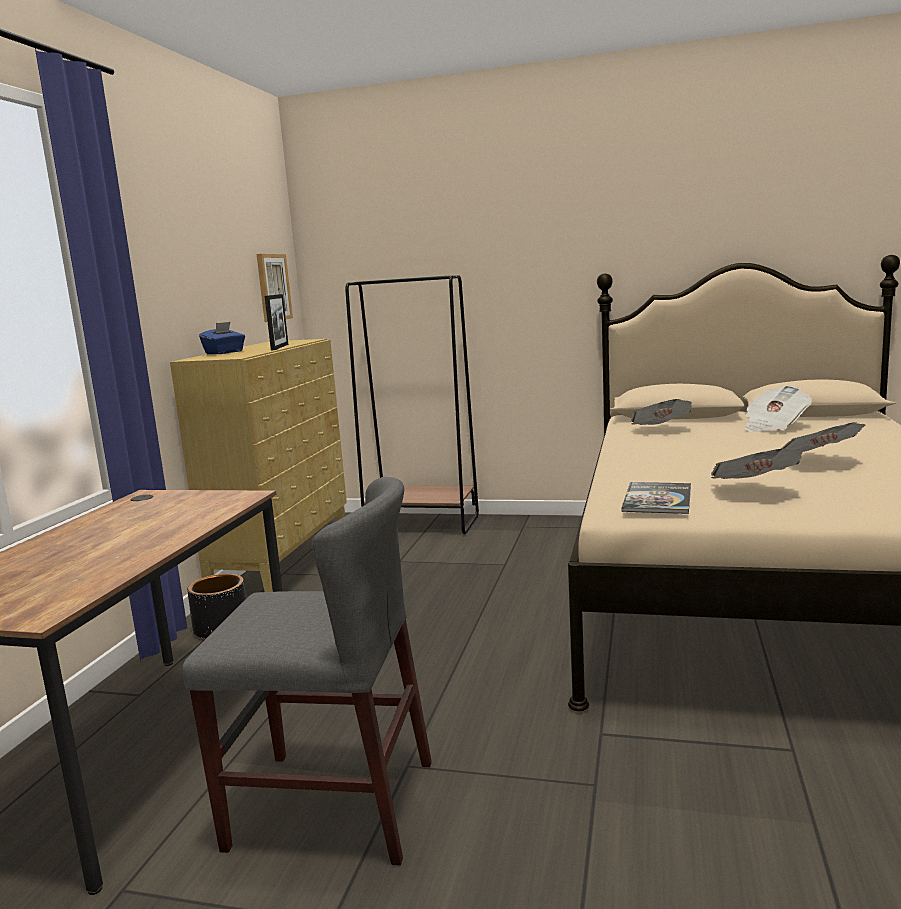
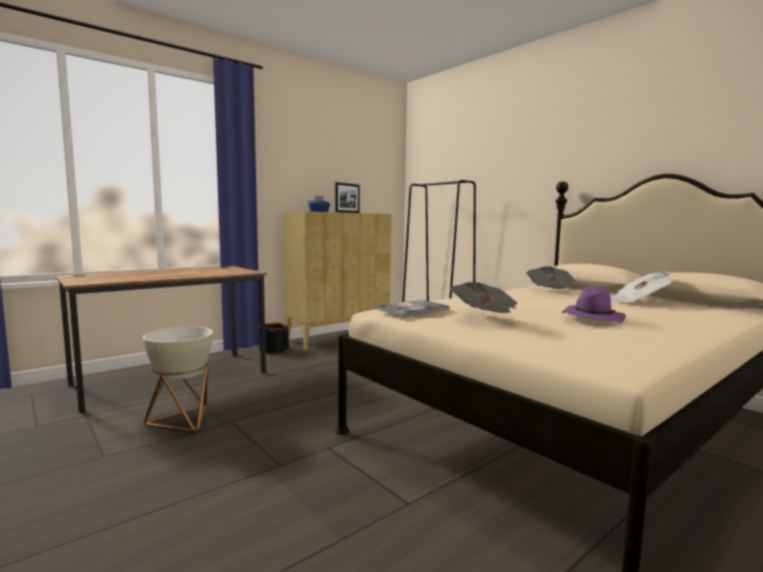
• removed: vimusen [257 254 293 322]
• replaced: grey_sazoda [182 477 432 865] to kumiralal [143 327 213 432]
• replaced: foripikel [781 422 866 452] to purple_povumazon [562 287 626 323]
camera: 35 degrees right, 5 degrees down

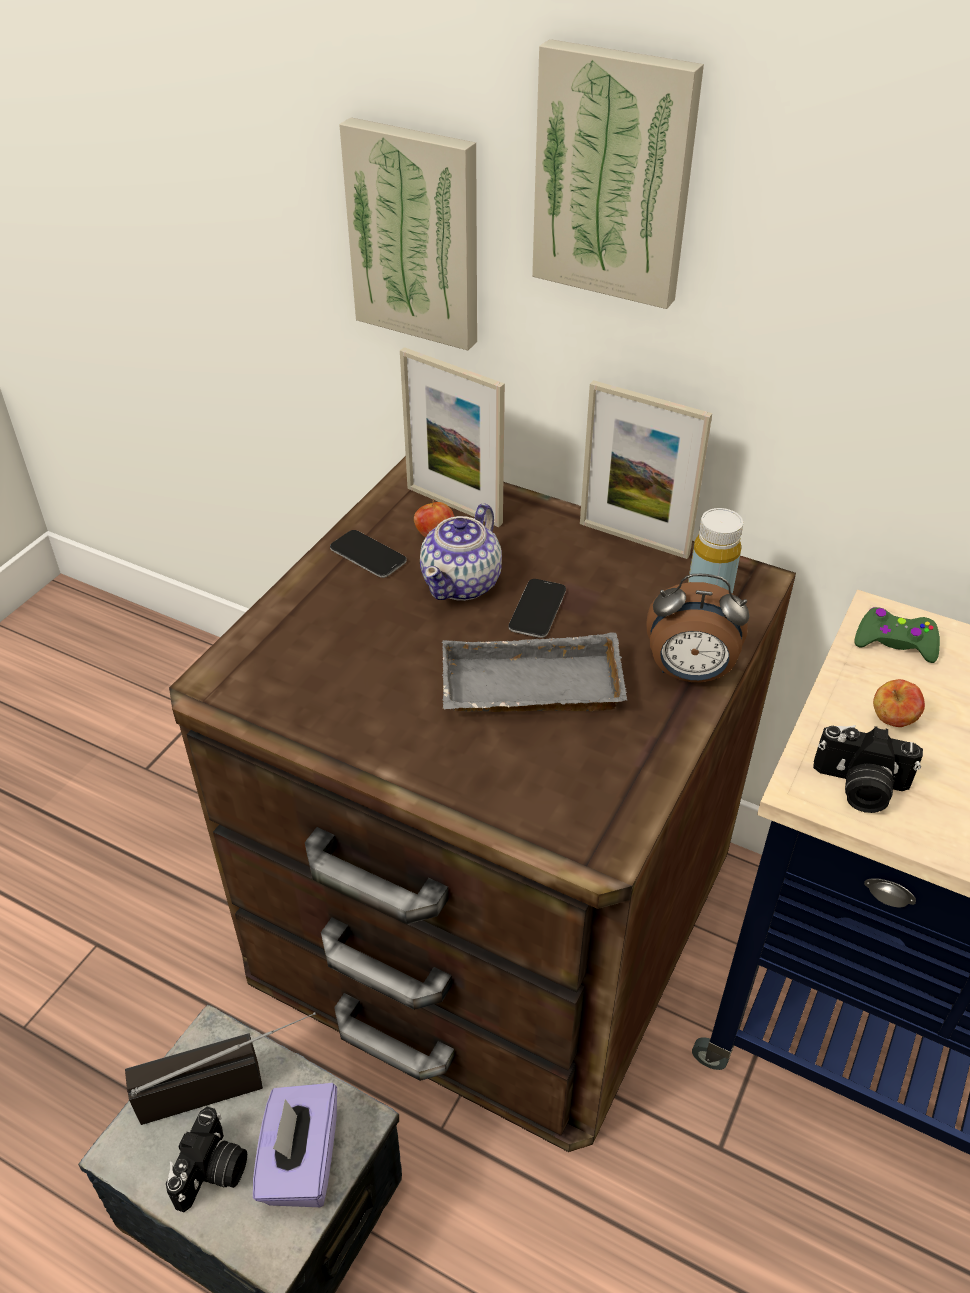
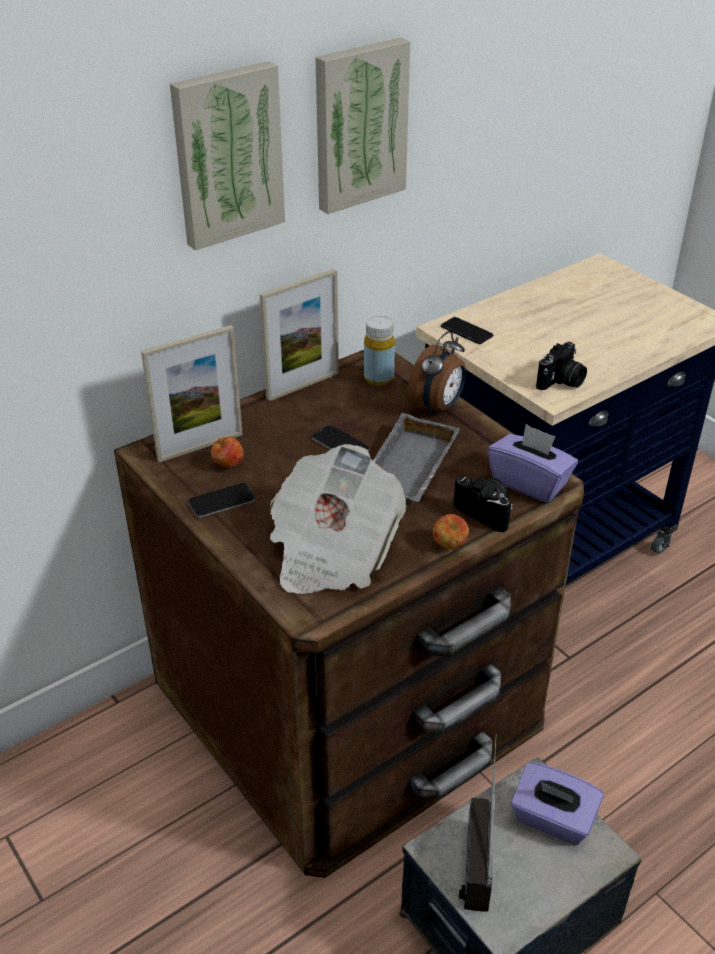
• removed: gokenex [420 504 502 601]
• added: foripikel [269 444 406 594]
• added: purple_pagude [488 424 578 503]
• moved: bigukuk [166 1107 247 1212] to [453 476 513 532]
• moved: vimusen [339 117 477 350] to [315 38 410 214]
• moved: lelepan [873 679 925 727] to [433 514 469 549]
• replaced: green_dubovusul [854 607 940 663] to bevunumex [441 317 493 344]
camera: 65 degrees left, 5 degrees down

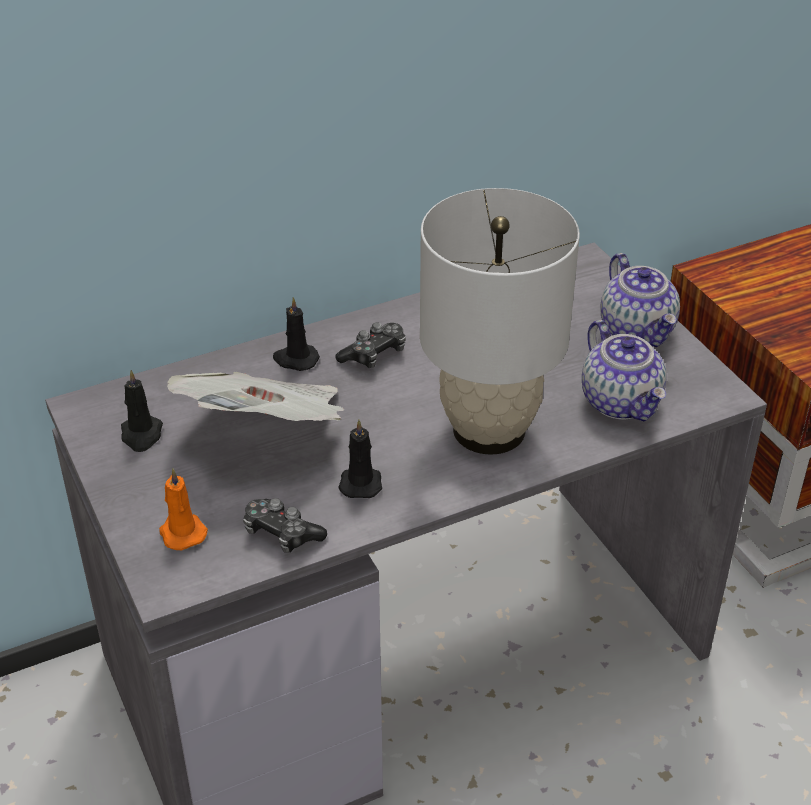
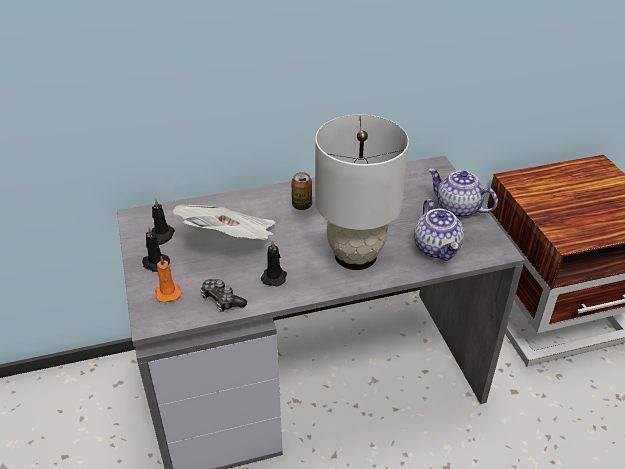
• moved: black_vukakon [273 297 320 371] to [142 227 170 272]
• replaced: dubovusul [336 323 406 368] to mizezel [291 172 312 210]
• turned: gokenex [601 253 680 347] = [428 168 498 218] 135 degrees clockwise
camera: 10 degrees right, 0 degrees up

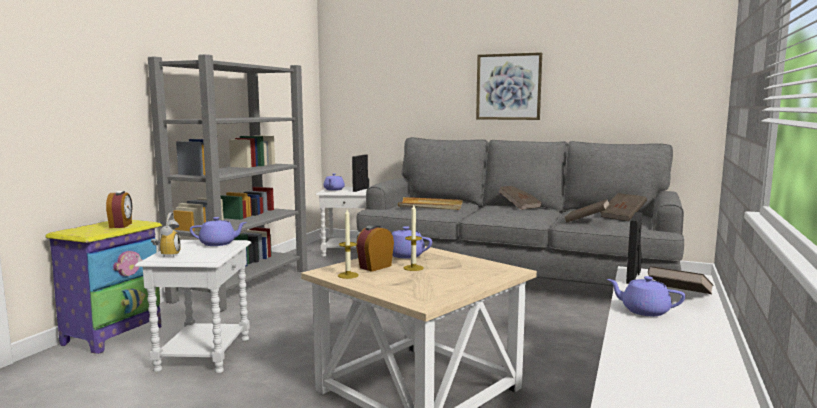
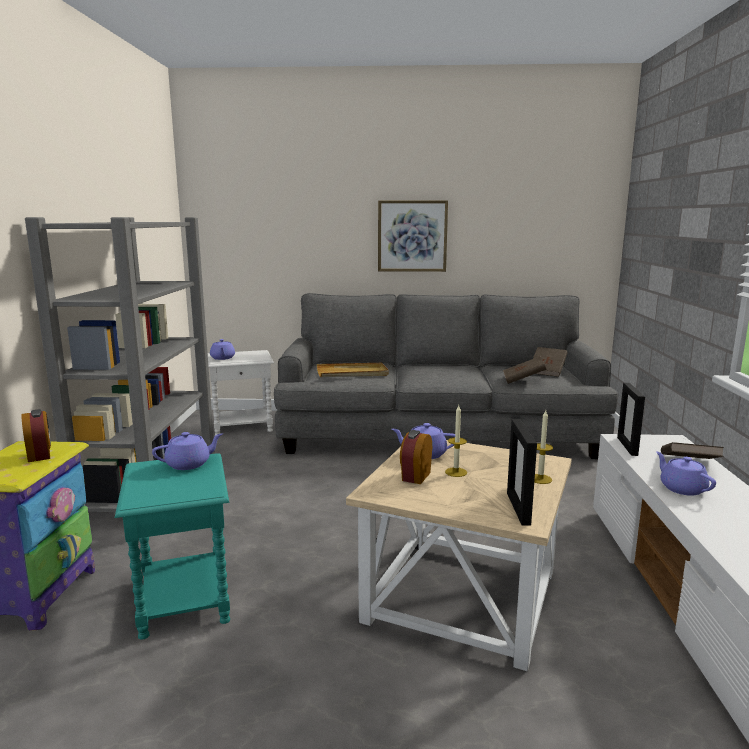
• removed: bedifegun [151 212 181 257]
• removed: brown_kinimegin [498 186 542 210]
• moved: vukakon [338 209 359 279] to [534 411 553 484]
• moved: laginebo [352 154 369 192] to [507 419 537 525]
• recoloured: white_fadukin [135 240 251 373] to turquoise_fadukin [115 453 230 640]
• turned: purple_gokenex [607 276 685 316] = [656 451 716 496] 60 degrees clockwise
camera: 20 degrees left, 5 degrees up

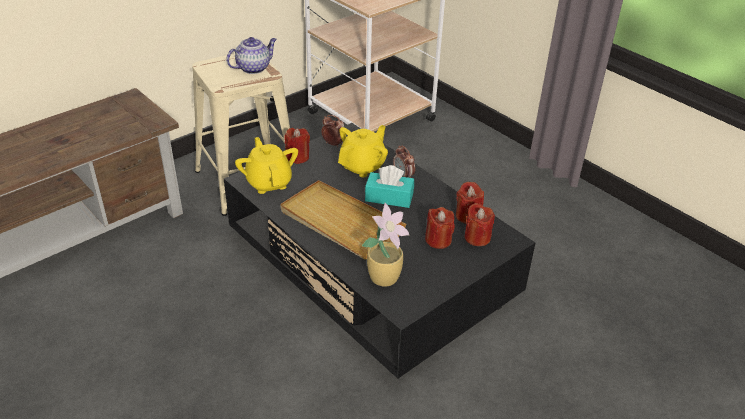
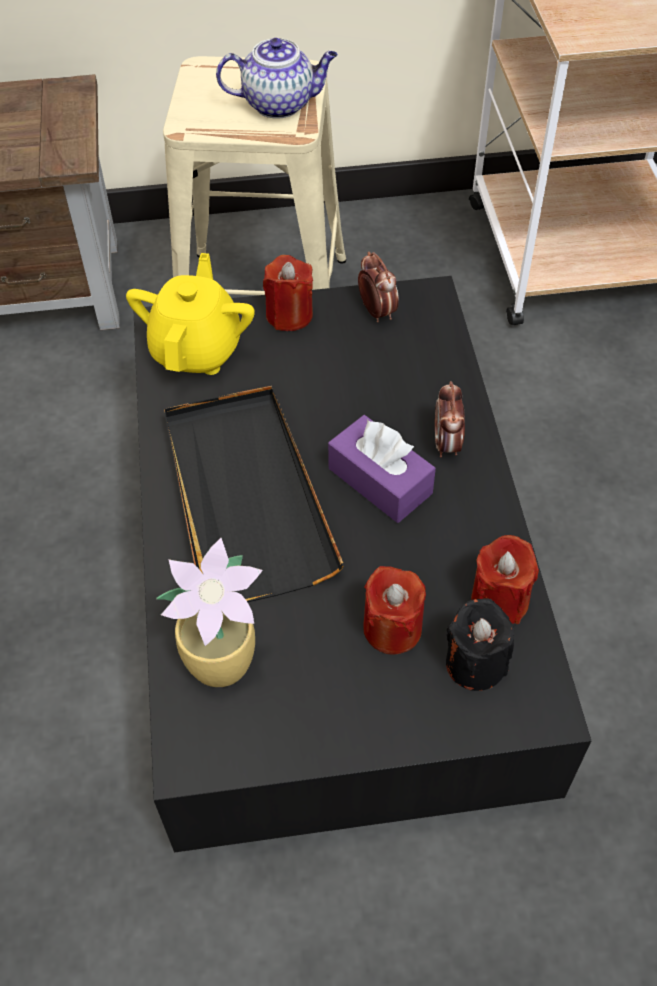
• removed: yellow_gokenex [338 125 388 178]
• recoloured: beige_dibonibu [280 180 406 260] to black_dibonibu [164 386 344 602]
• recoloured: turquoise_pagude [365 165 414 208] to purple_pagude [328 415 436 523]
• recoloured: red_vukakon [464 203 495 246] to black_vukakon [446 599 514 691]
camera: 35 degrees right, 15 degrees up

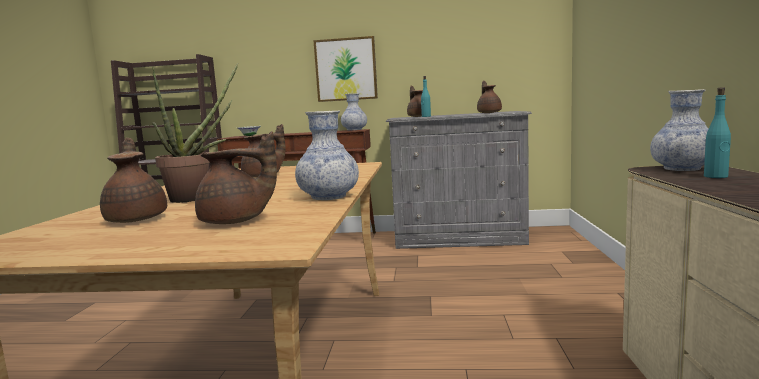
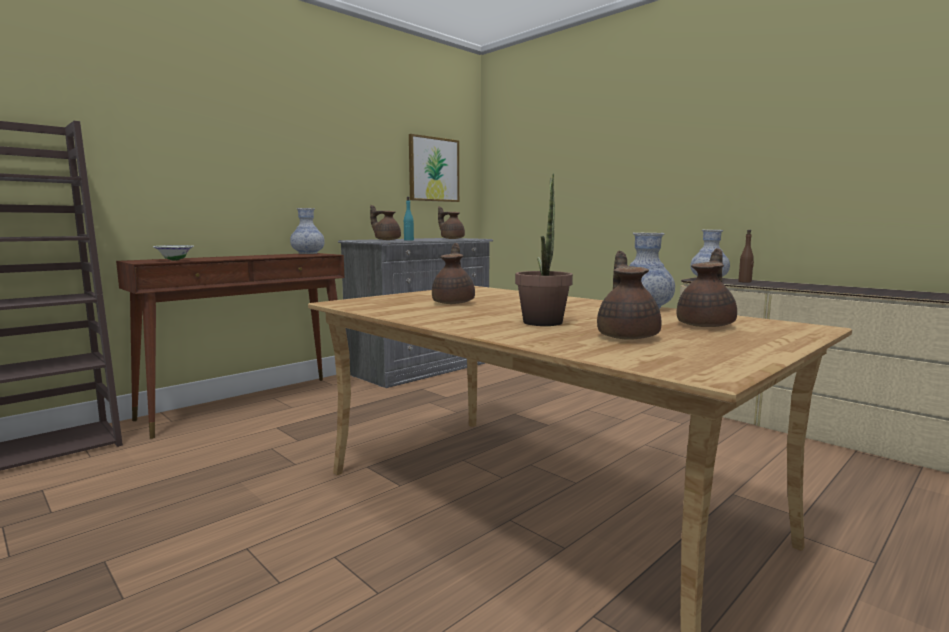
• moved: vimusen [313 36 378 102] to [409 134 459 202]
• recoloured: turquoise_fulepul [704 87 731 178] to brown_fulepul [738 230 754 283]
• turned: brown_gokenex [100 138 167 223] = [597 251 661 340] 75 degrees clockwise
camera: 50 degrees left, 0 degrees up

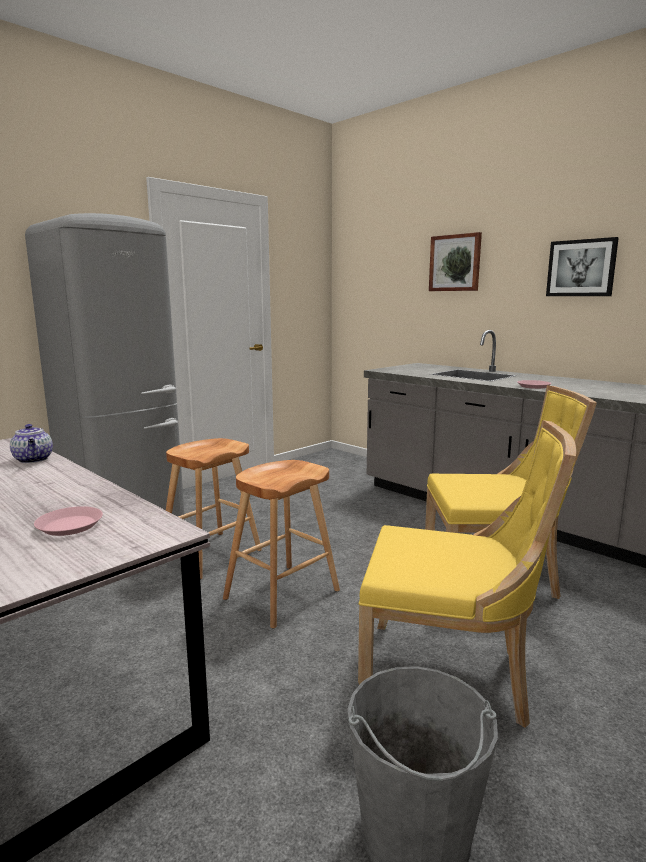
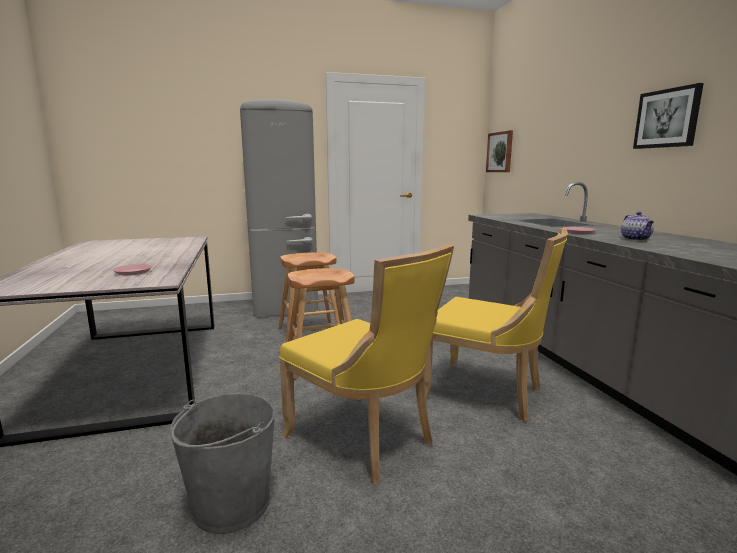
• moved: gokenex [10 424 53 463] to [621 212 654 241]
• moved: vimusen [429 232 482 291] to [486 130 513 172]
camera: 30 degrees right, 0 degrees up

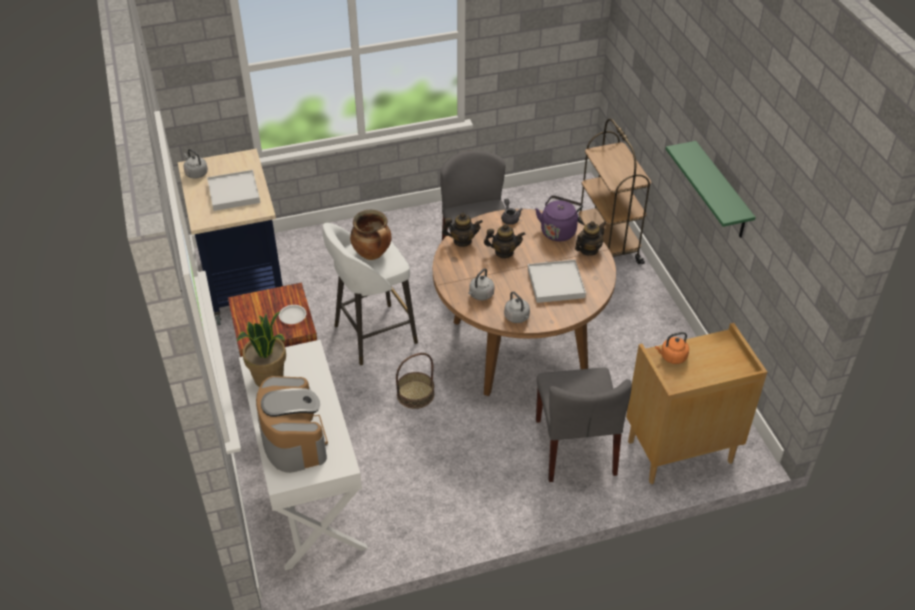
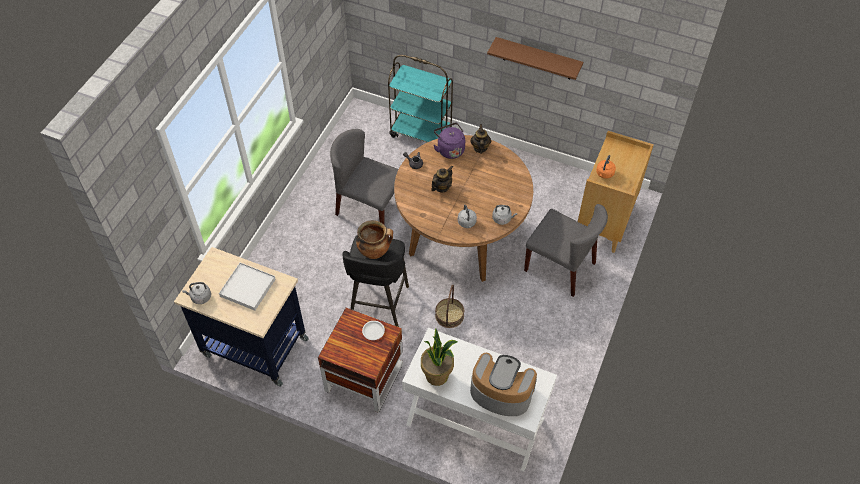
• removed: gokenex [442 213 483 247]
• removed: white_dibonibu [528 260 586 303]
• recoloured: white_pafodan [323 223 418 365] to black_pafodan [343 235 409 327]
• recoloured: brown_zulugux [578 119 652 264] to turquoise_zulugux [388 55 453 142]
• recoloured: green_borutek [666 141 756 238] to brown_borutek [487 37 583 80]
camera: 50 degrees left, 10 degrees up

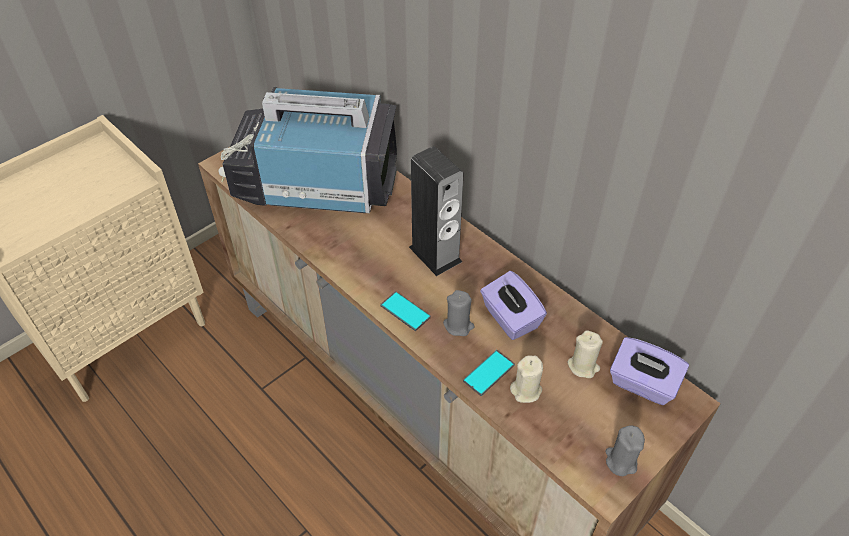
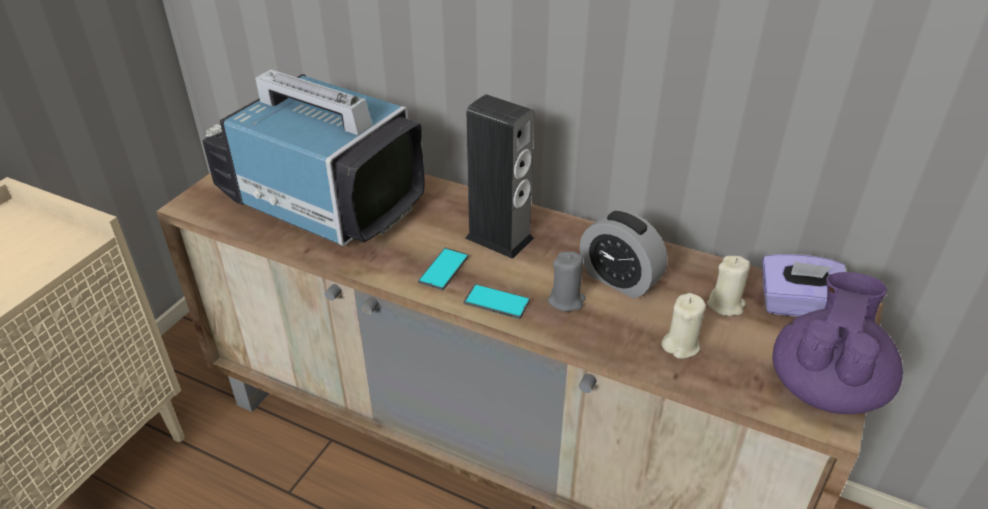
• moved: bevunumex [463 350 515 396] to [418 248 469 290]
• replaced: purple_pagude [480 271 547 340] to bedifegun [580 210 668 298]
• replaced: grey_vukakon [605 426 645 476] to purple_gokenex [772 272 903 414]
• turned: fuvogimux [218 87 397 213] = [202 69 425 246] 45 degrees clockwise
camera: 20 degrees left, 10 degrees down

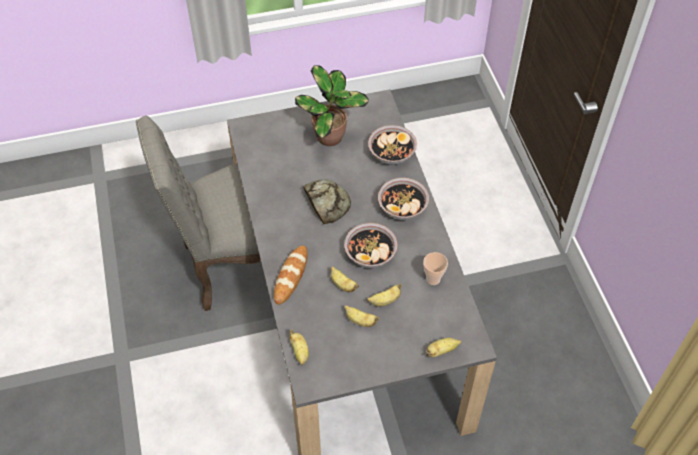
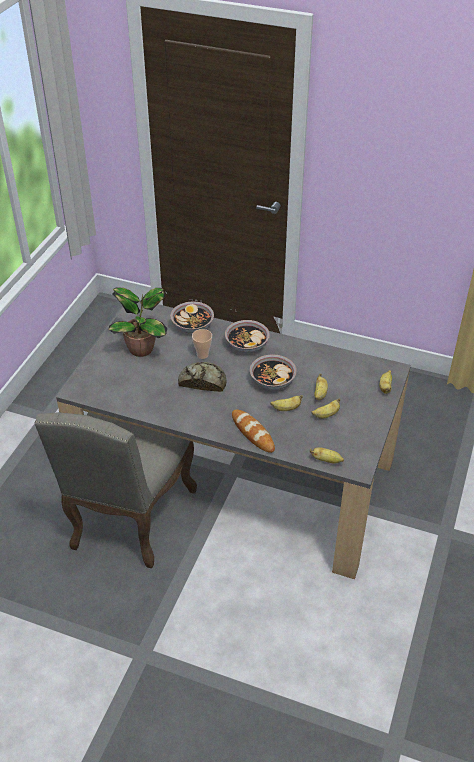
• moved: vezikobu [423 252 448 285] to [192 329 212 359]
camera: 55 degrees left, 10 degrees down

